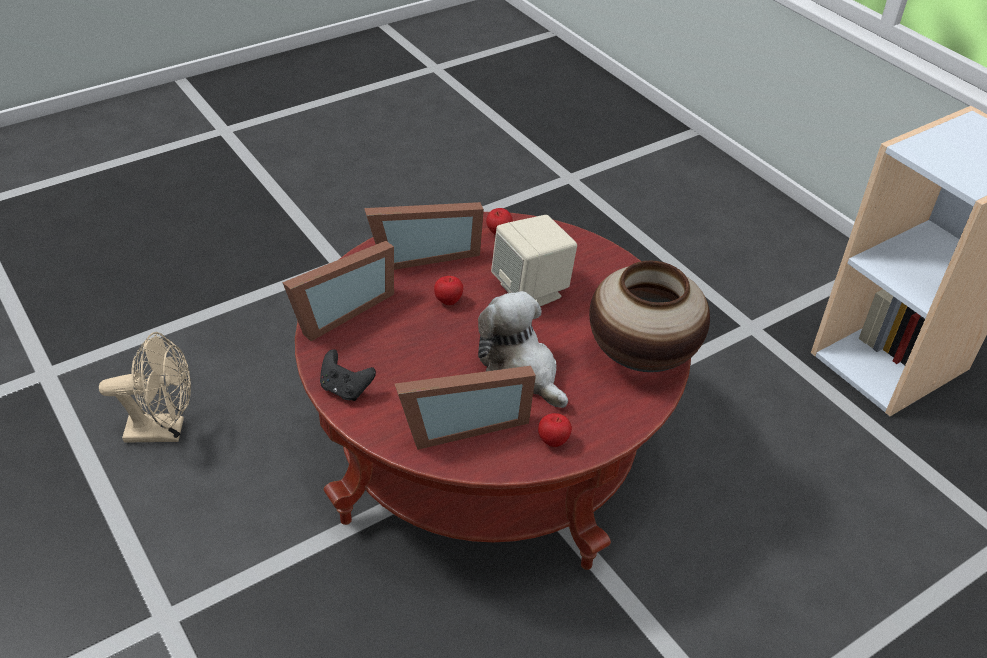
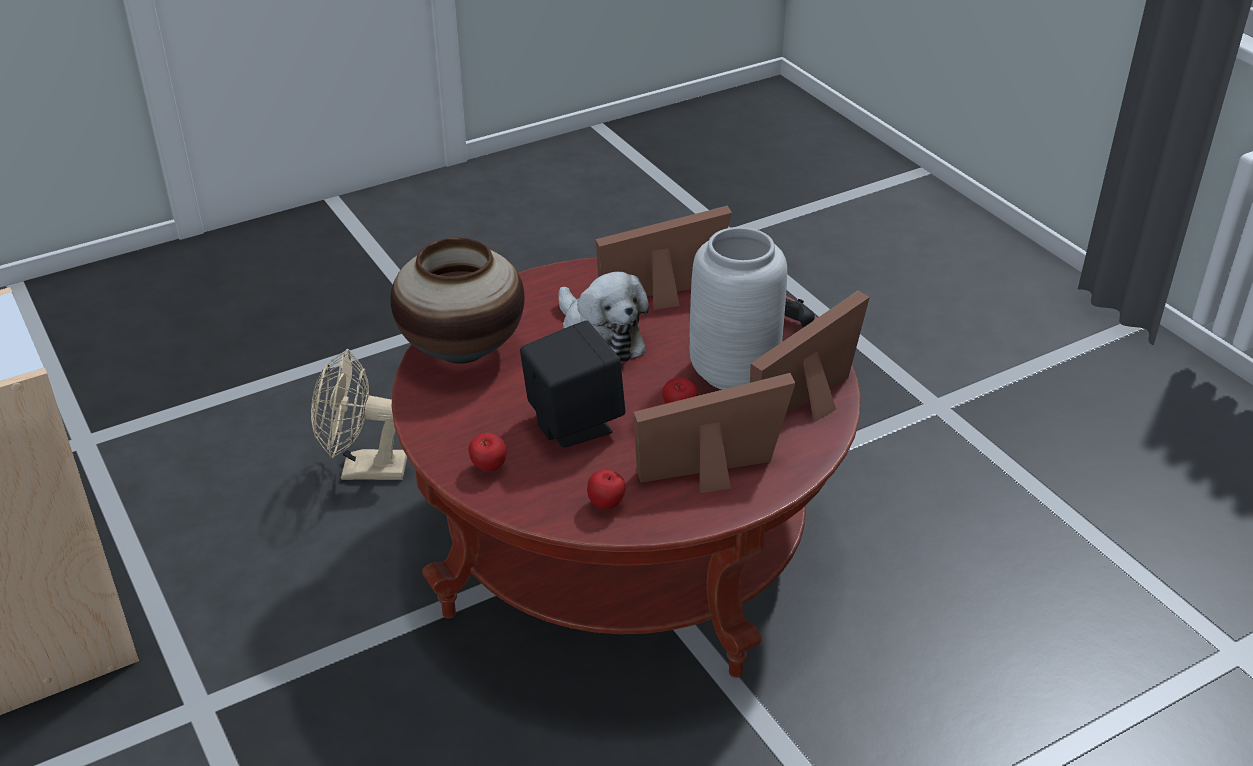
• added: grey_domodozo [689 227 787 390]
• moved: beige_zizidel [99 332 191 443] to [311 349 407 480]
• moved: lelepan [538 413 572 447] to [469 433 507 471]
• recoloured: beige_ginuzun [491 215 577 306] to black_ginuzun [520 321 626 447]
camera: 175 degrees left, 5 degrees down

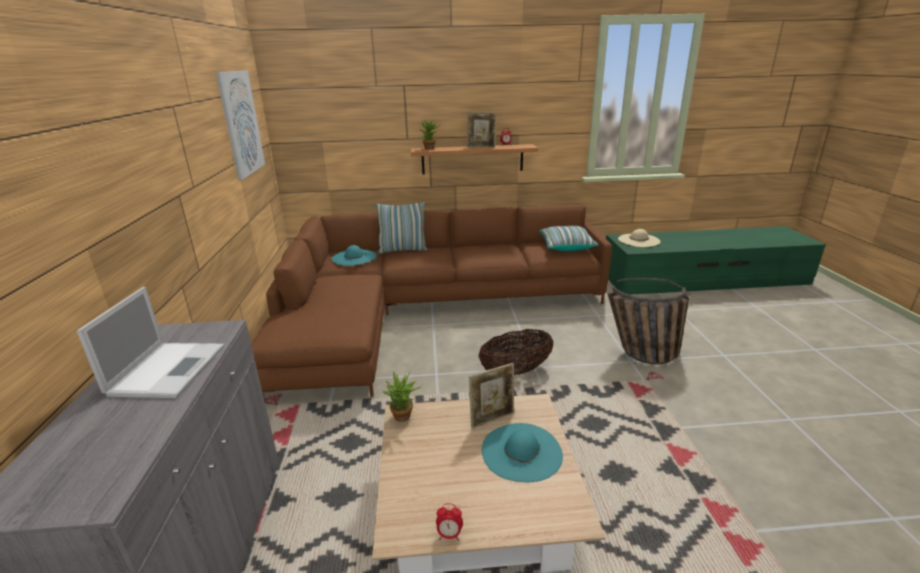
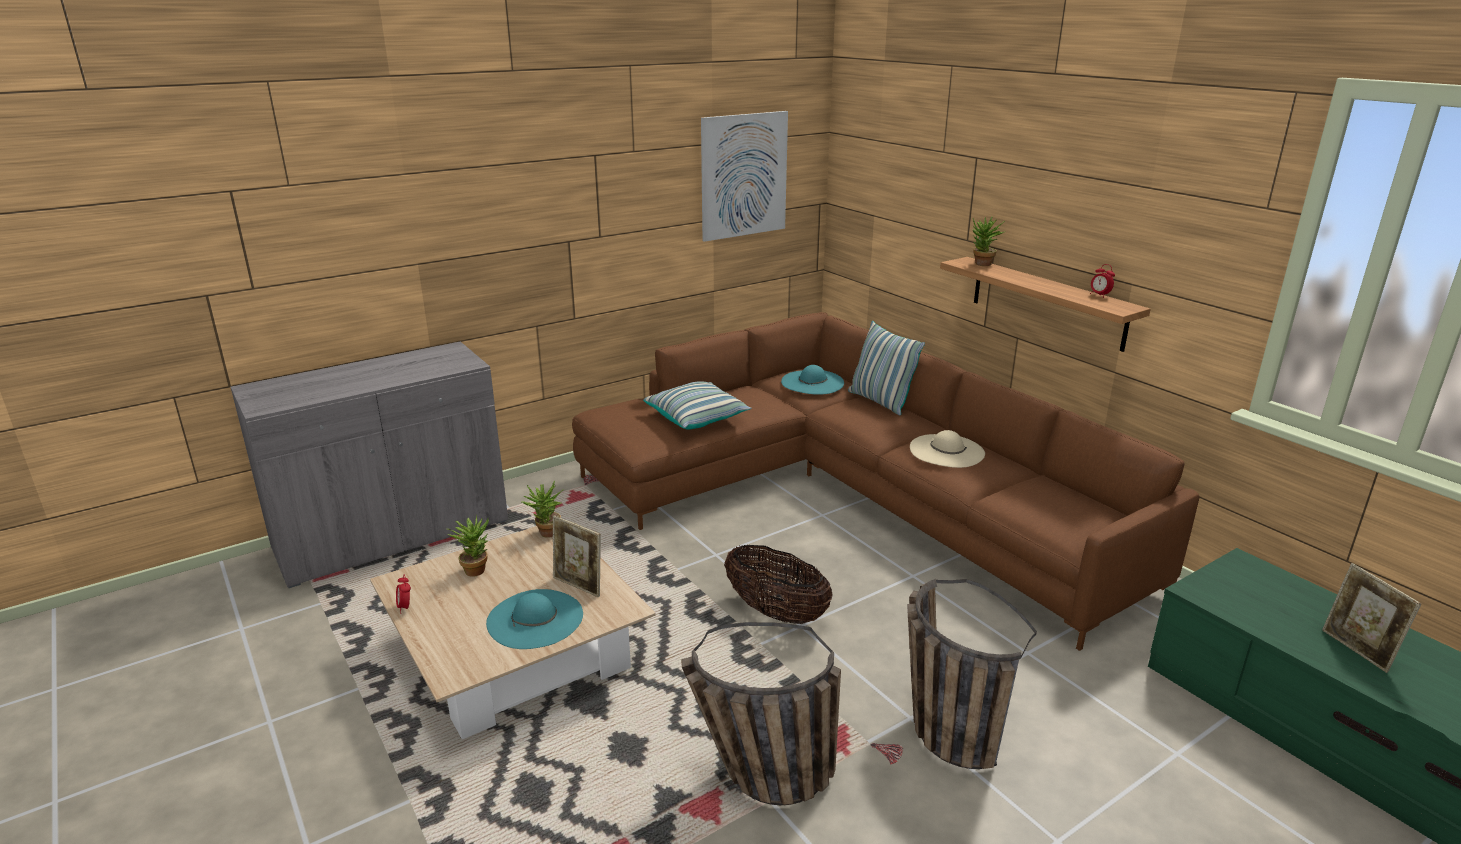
• removed: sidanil [77 287 224 398]
• added: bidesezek [447 515 489 577]
• added: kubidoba [681 622 841 805]
• moved: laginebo [467 112 496 148] to [1322 563 1422 673]
• moved: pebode [539 225 598 251] to [643 381 751 430]
• moved: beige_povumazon [618 229 661 247] to [910 430 985 468]
camera: 60 degrees right, 0 degrees up

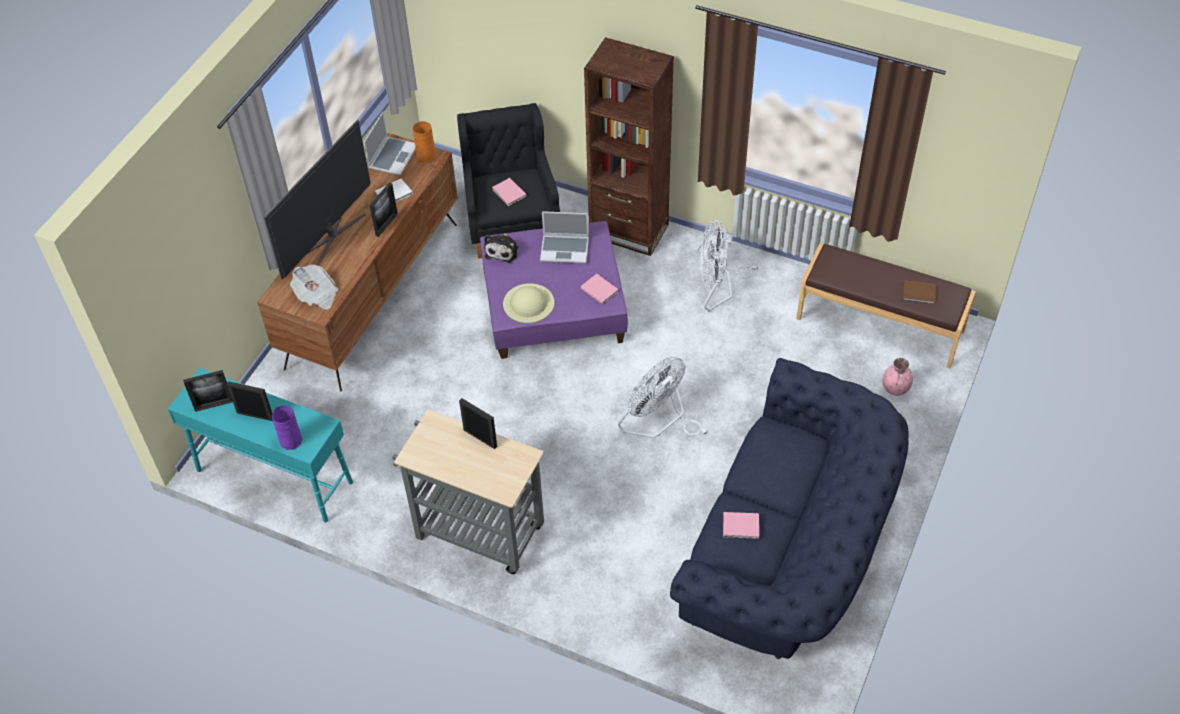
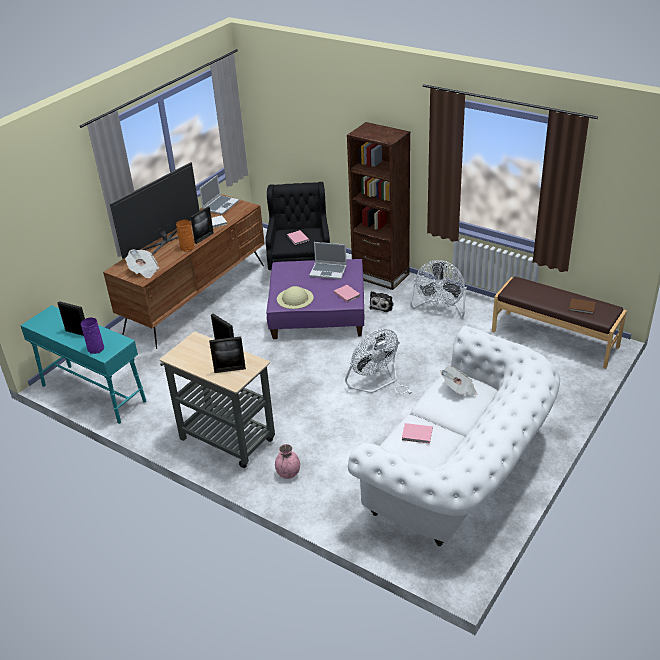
• added: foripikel [440 367 477 395]
• moved: laginebo [183 370 233 412] to [209 336 246 373]
• moved: orange_domodozo [413 121 436 163] to [176 219 194 252]
• moved: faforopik [484 233 518 263] to [370 291 394 312]
• moved: pink_domodozo [882 358 913 396] to [275 444 300 479]
• recoloured: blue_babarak [670 358 908 659] to white_babarak [348 326 560 546]
• turned: white_zizidel [697 220 758 312] = [410 260 467 318] 75 degrees counterclockwise
camera: 10 degrees right, 15 degrees down

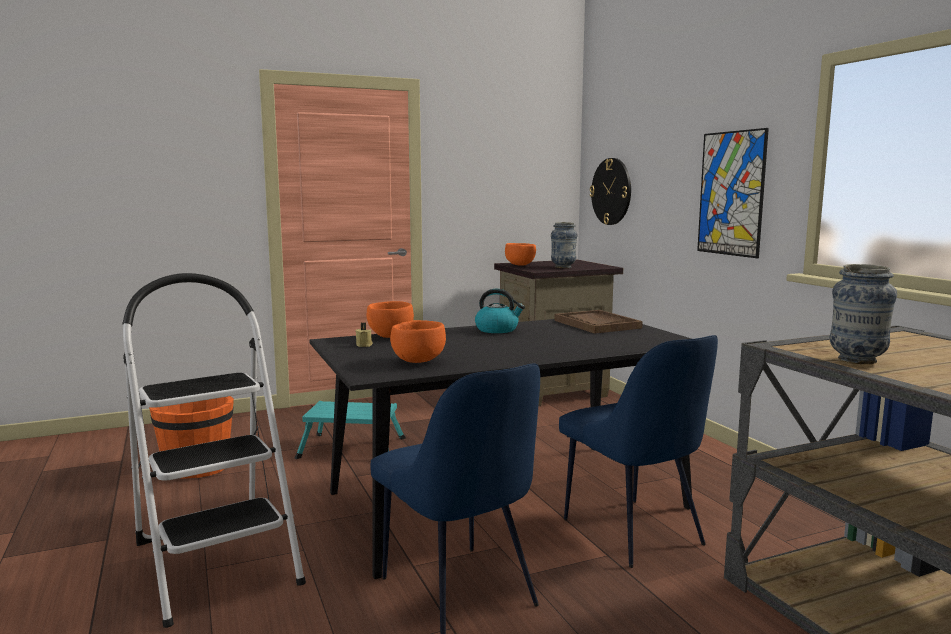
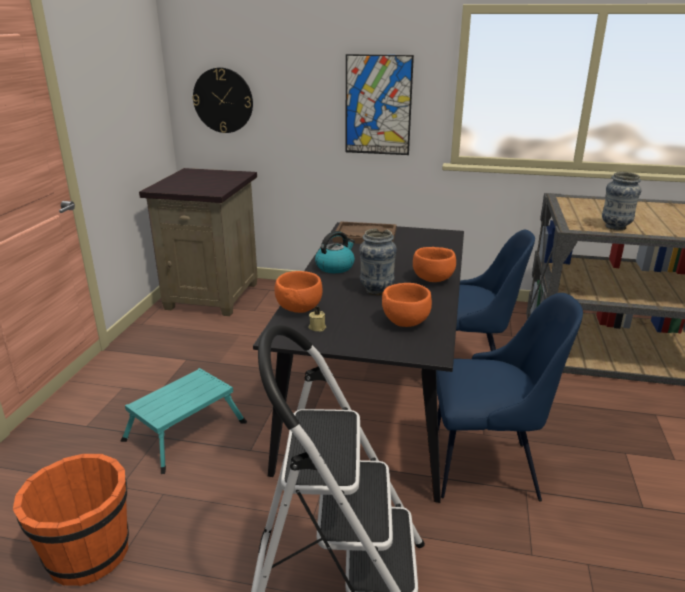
• moved: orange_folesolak [505 243 536 266] to [413 247 456 282]
• moved: domodozo [551 222 578 268] to [359 228 397 295]
camera: 55 degrees left, 15 degrees up

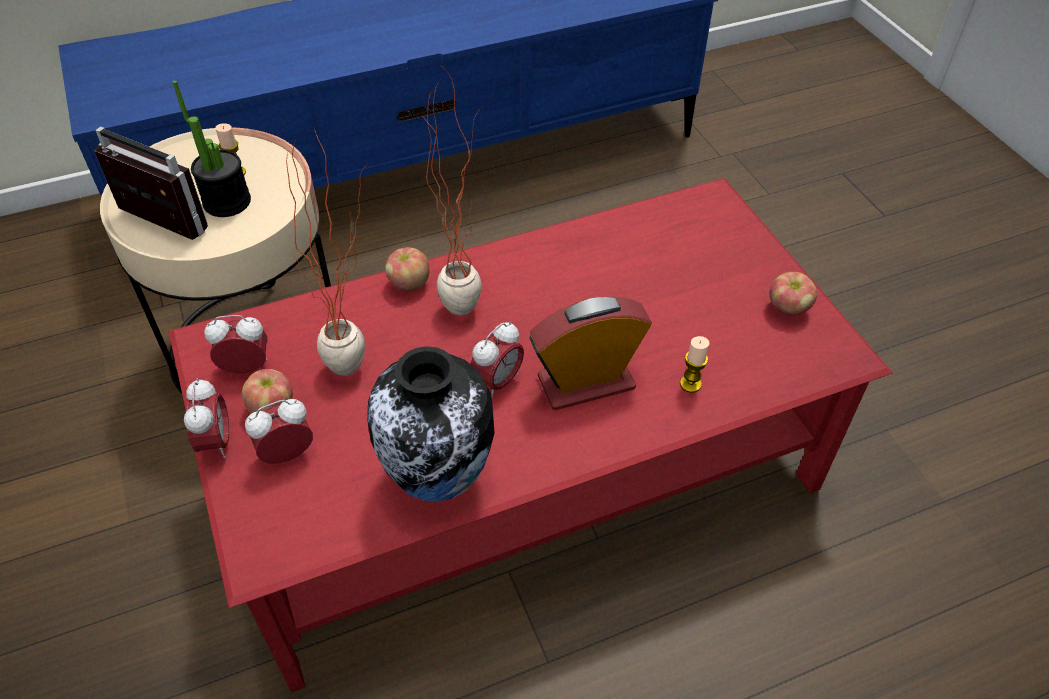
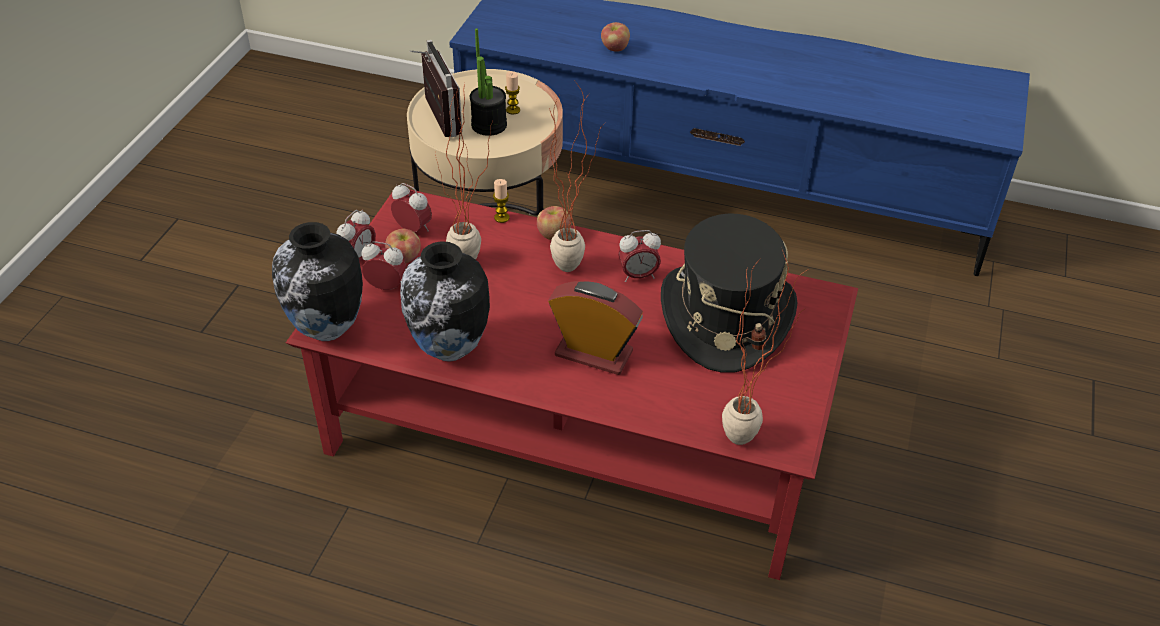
• added: domodozo [272 222 363 341]
• added: black_povumazon [661 213 798 373]
• added: bidesezek [722 250 807 445]
• moved: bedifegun [471 321 524 398] to [618 230 661 282]
• moved: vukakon [680 336 709 393] to [493 179 510 223]
• moved: lelepan [770 272 817 316] to [601 22 630 52]
camera: 40 degrees right, 5 degrees down

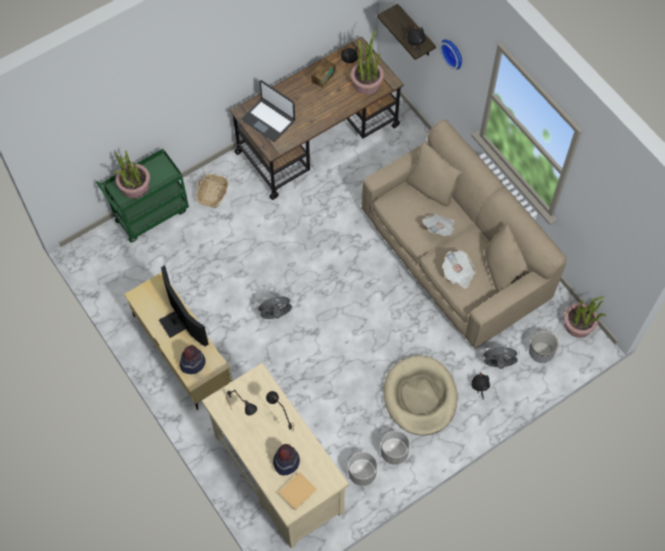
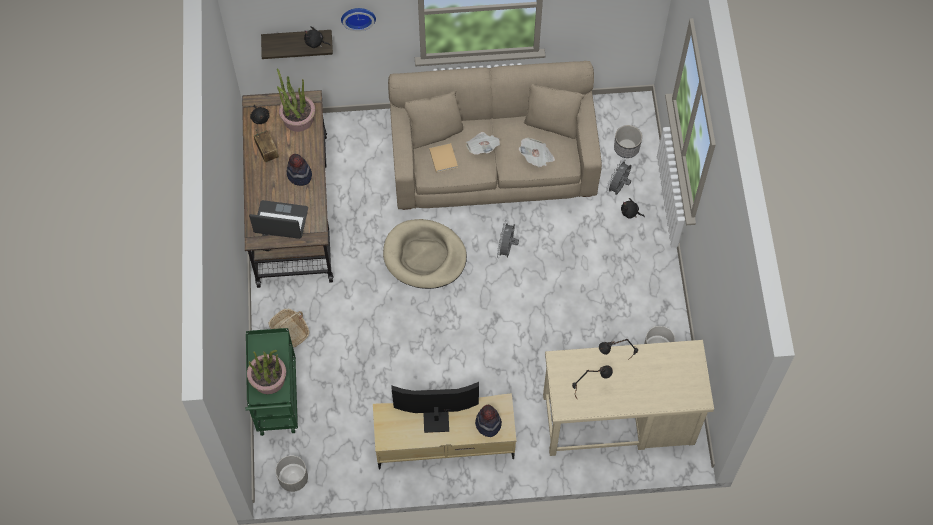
• removed: bidesezek [564 296 607 338]
• moved: grey_zizidel [256 294 292 319] to [497 220 519 259]
• moved: povumazon [273 444 300 475] to [286 154 312 186]
• moved: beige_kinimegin [278 472 317 511] to [429 143 458 173]
• moved: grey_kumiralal [381 431 410 465] to [276 455 308 492]
• moved: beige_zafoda [384 356 457 435] to [383 219 467 289]
• turned: sidanil [242 80 295 142] = [249 200 308 239] 150 degrees counterclockwise
camera: 60 degrees left, 0 degrees up

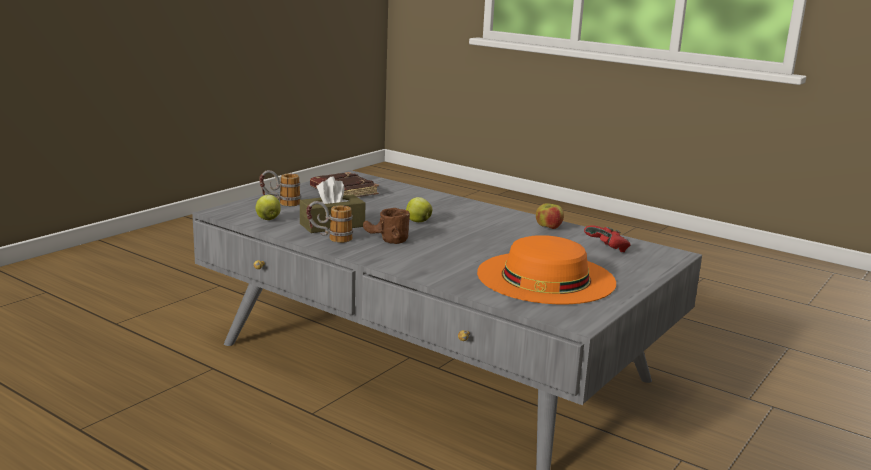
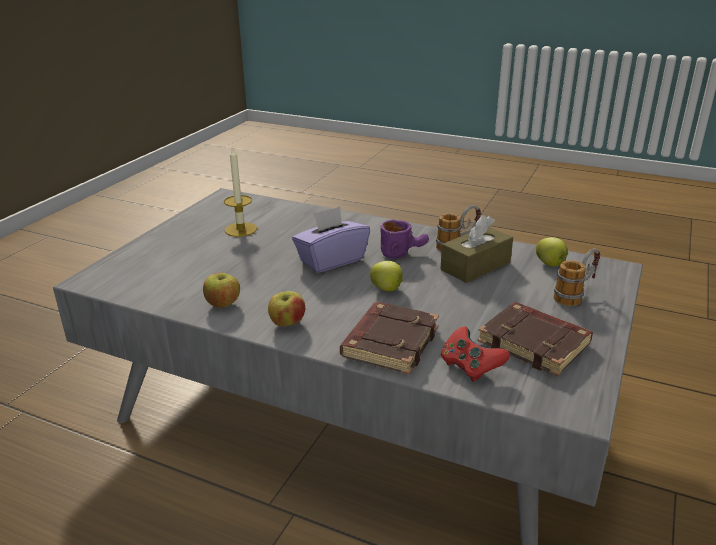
• added: lelepan [268 291 305 326]
• added: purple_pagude [292 206 370 273]
• added: brown_kinimegin [340 302 439 375]
• moved: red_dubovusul [584 225 631 252] to [441 326 510 382]
• replaced: orange_povumazon [477 235 616 304] to vukakon [224 146 257 237]
• recoloured: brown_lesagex [363 208 410 244] to purple_lesagex [380 220 429 259]
camera: 170 degrees right, 10 degrees up

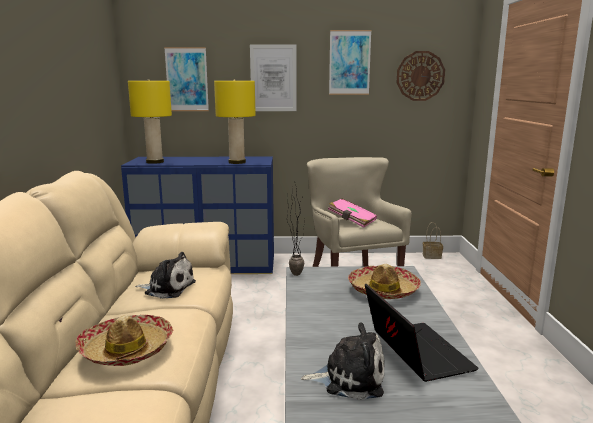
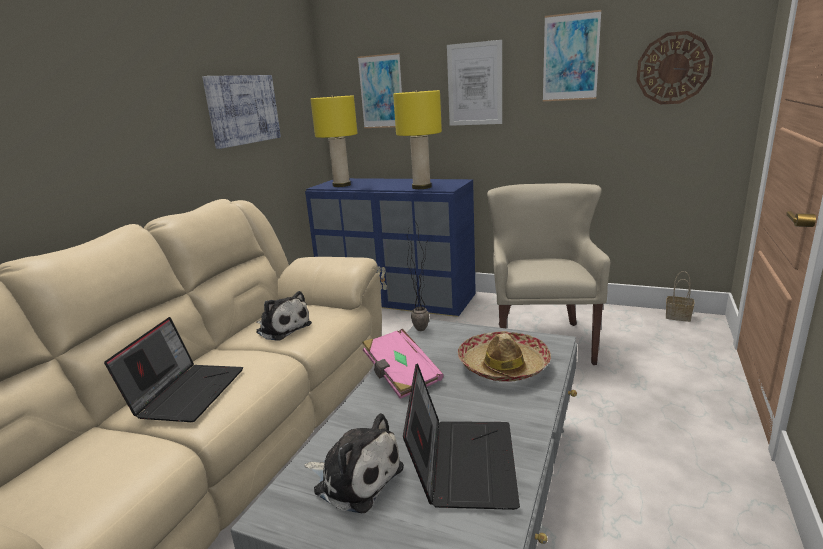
• added: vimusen [202 75 281 149]
• moved: pink_kinimegin [328 198 377 228] to [362 329 443 399]
• replaced: povumazon [76 315 173 366] to sidanil [104 317 243 422]
camera: 25 degrees right, 5 degrees up

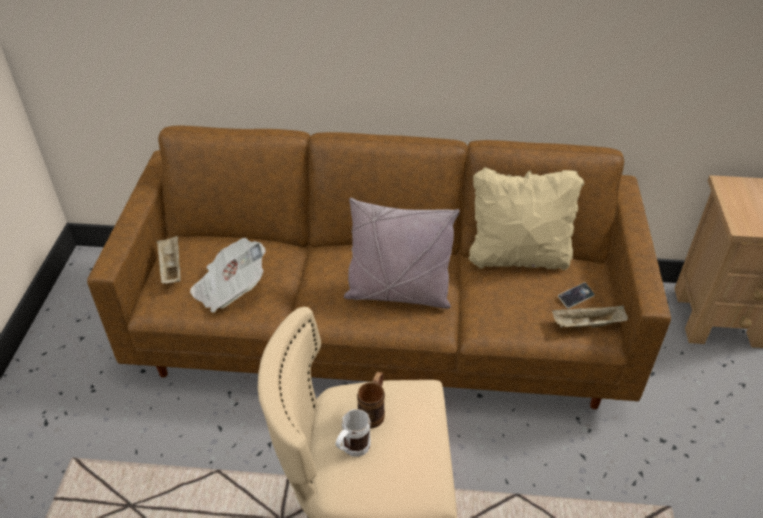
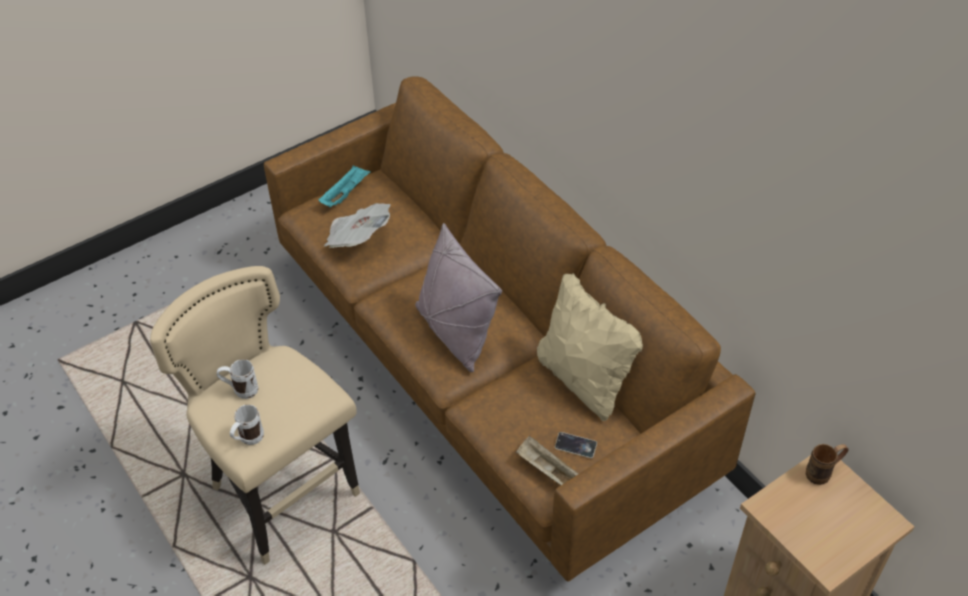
• added: white_lesagex [230 405 264 445]
• moved: brown_lesagex [357 372 385 428] to [806 444 848 485]
• recoloured: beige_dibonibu [157 236 181 284] to turquoise_dibonibu [318 165 371 207]
camera: 50 degrees right, 5 degrees up

